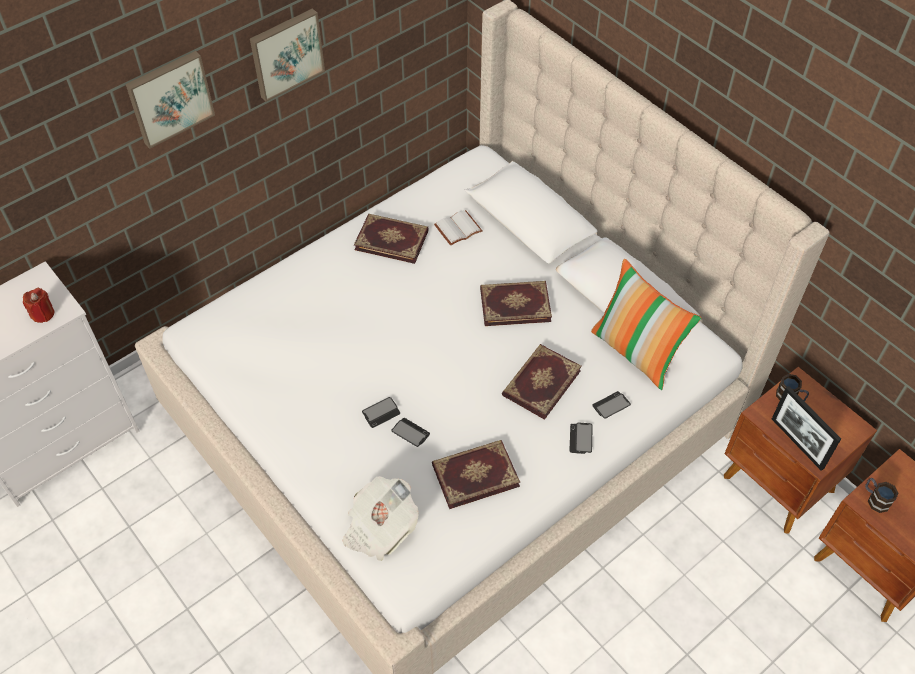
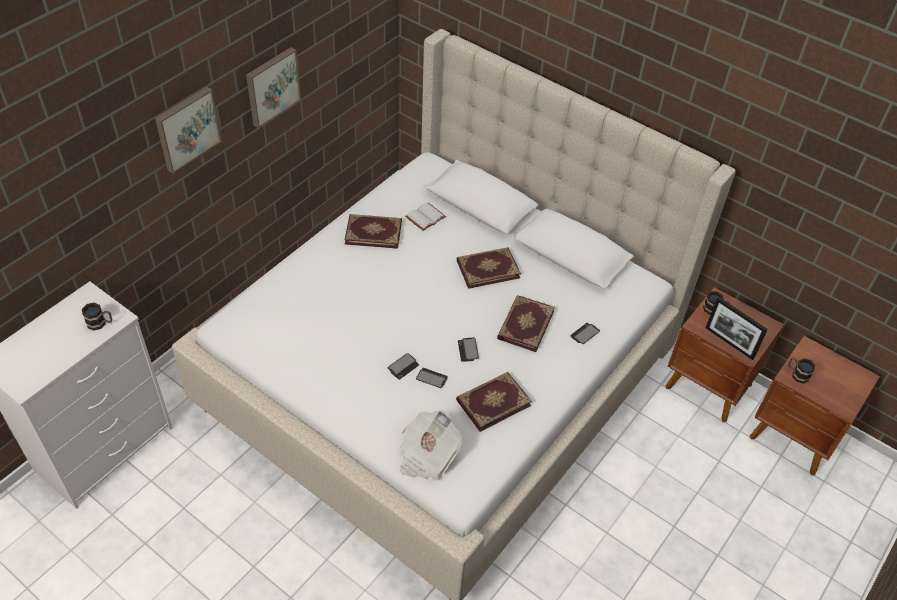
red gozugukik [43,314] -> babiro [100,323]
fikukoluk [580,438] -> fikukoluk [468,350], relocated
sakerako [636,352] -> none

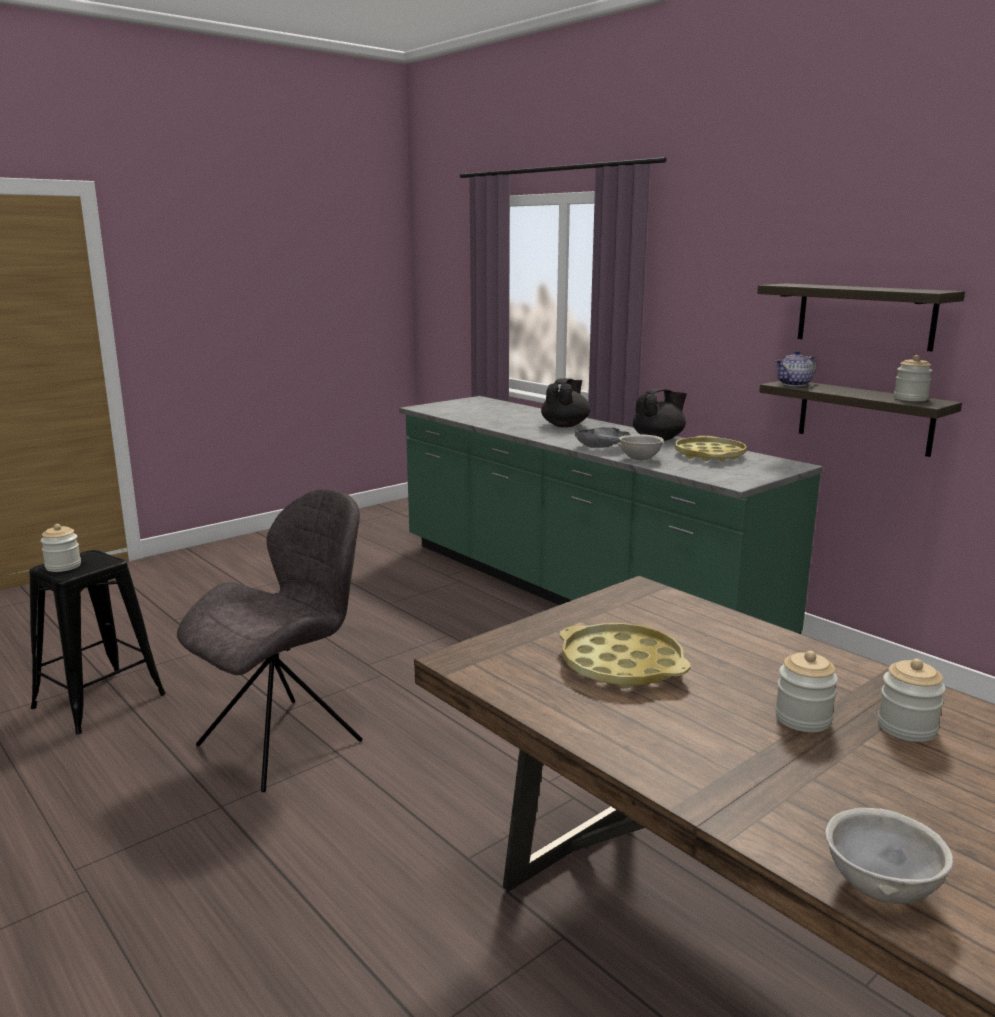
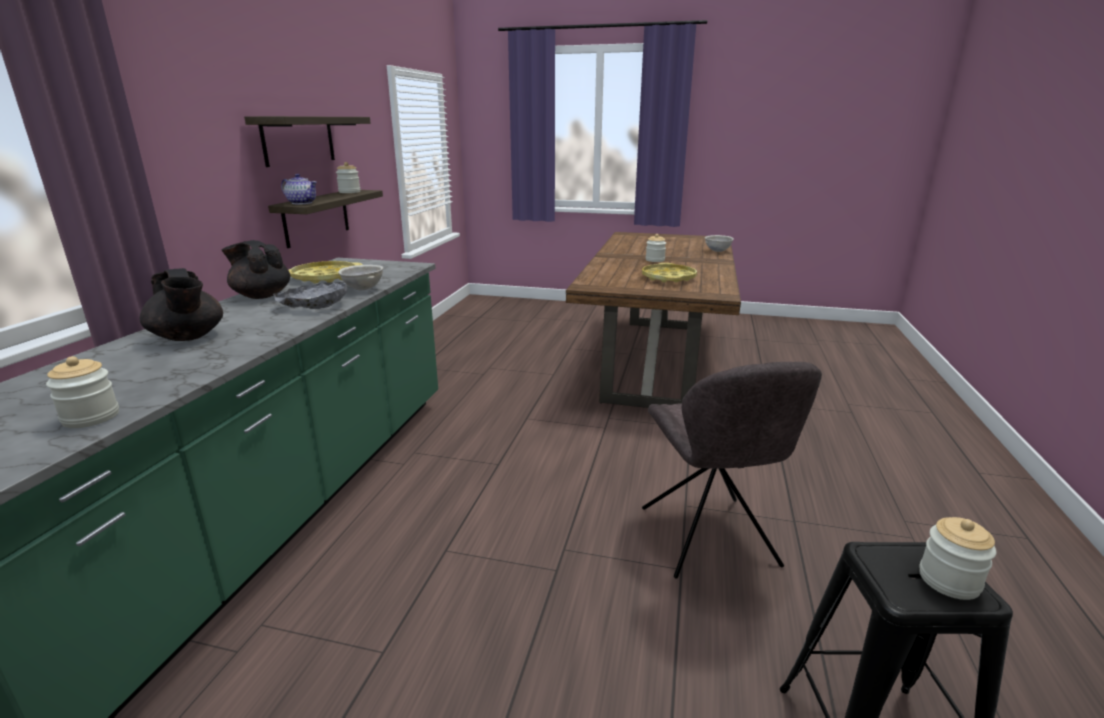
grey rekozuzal [285,741] -> grey rekozuzal [709,540], 105 degrees counterclockwise
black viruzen [565,425] -> black viruzen [188,337], 120 degrees counterclockwise
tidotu [906,728] -> tidotu [91,417], relocated

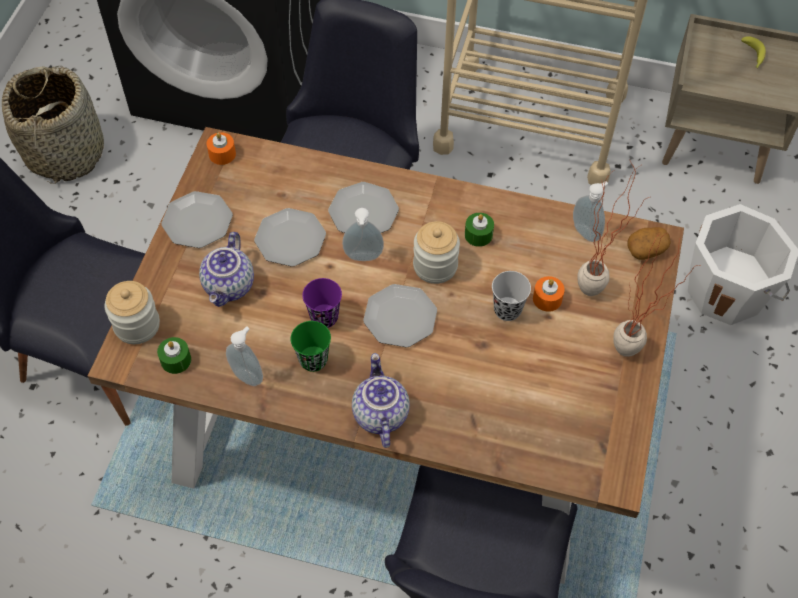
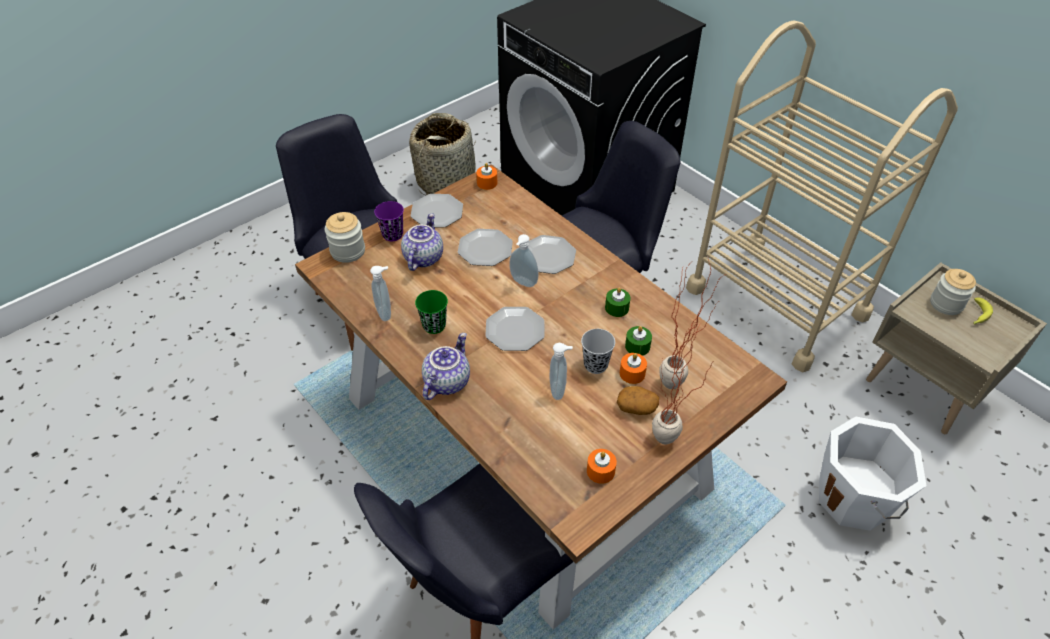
green gozugukik [176,360] -> green gozugukik [637,346], relocated
viruzen [230,286] -> viruzen [422,257], 150 degrees clockwise
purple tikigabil [324,317] -> purple tikigabil [392,235], relocated
tidotu [435,266] -> tidotu [946,304], relocated
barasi [586,231] -> barasi [559,390], relocated
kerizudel [646,249] -> kerizudel [637,407], relocated
none -> orange gozugukik [600,471]

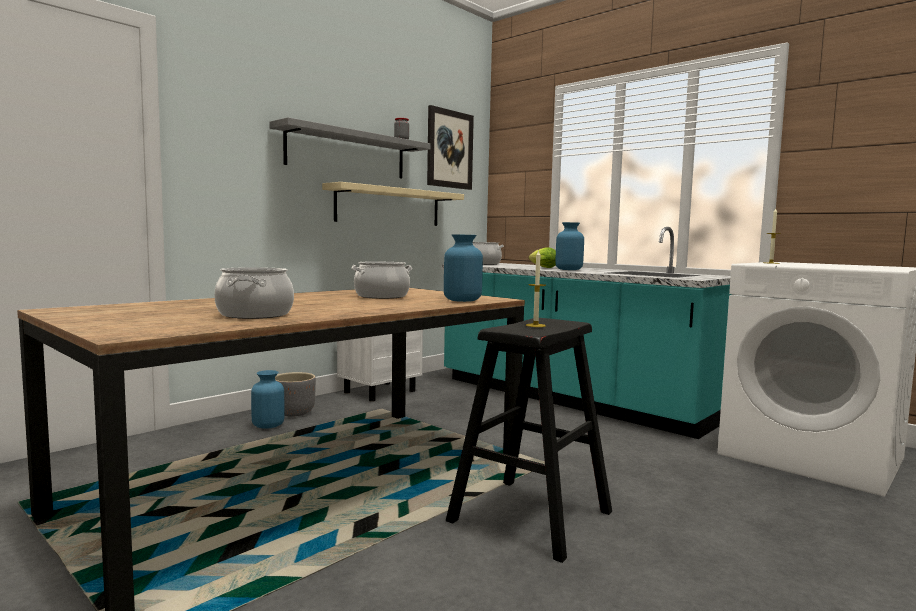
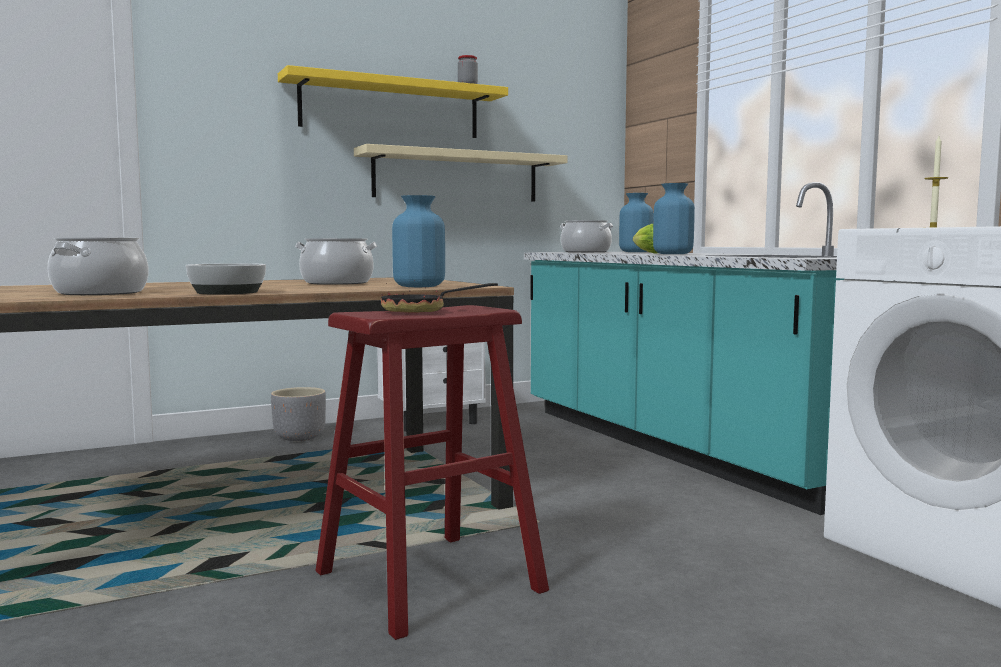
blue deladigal [268,425] -> blue deladigal [635,252], relocated
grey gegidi [347,153] -> yellow gegidi [391,108]
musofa [449,149] -> none
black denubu [530,516] -> red denubu [428,581]
gozugukik [535,325] -> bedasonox [423,311]
none -> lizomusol [226,292]

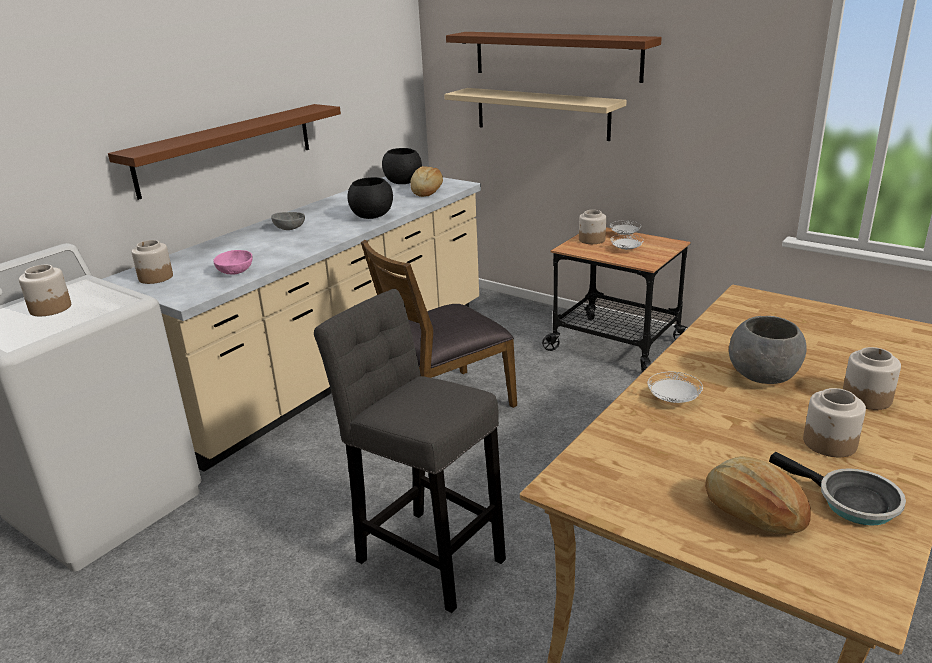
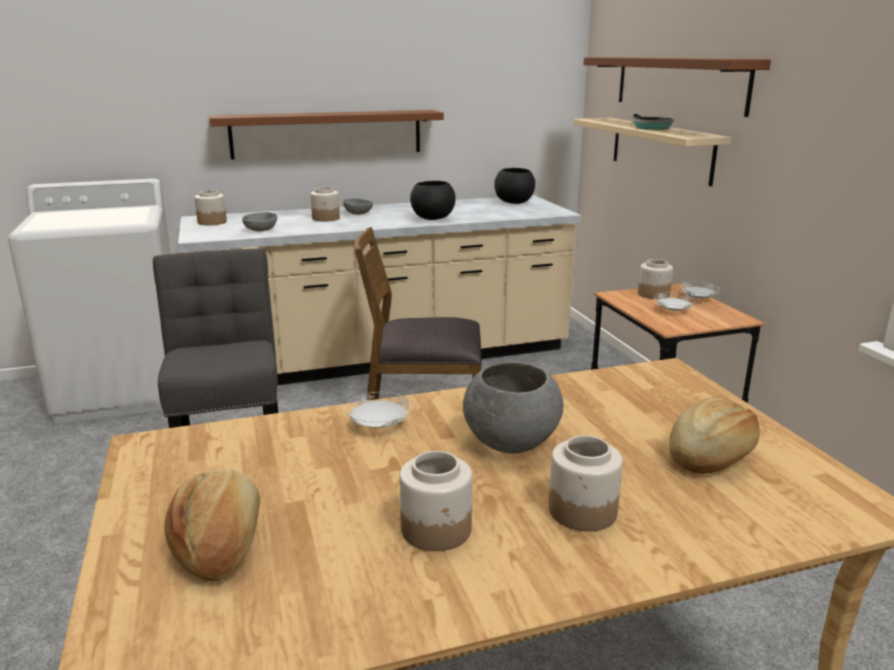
tidotu [51,308] -> tidotu [326,218], relocated
pink lizomusol [236,272] -> grey lizomusol [261,230]
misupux [426,192] -> misupux [710,455], relocated
bedasonox [851,502] -> bedasonox [650,127], relocated

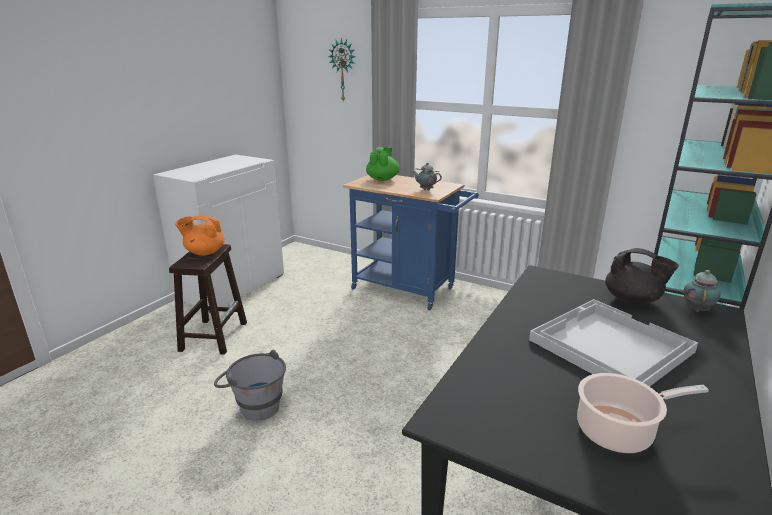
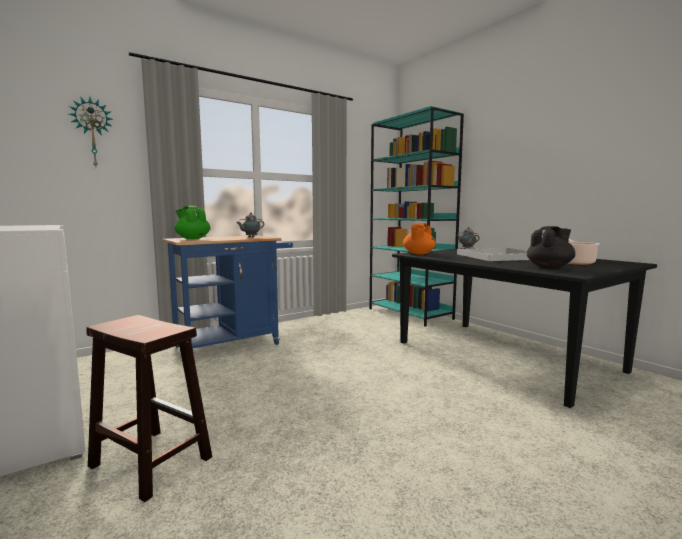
orange viruzen [204,252] -> orange viruzen [418,254], relocated
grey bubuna [254,405] -> none
black viruzen [632,300] -> black viruzen [549,267], relocated

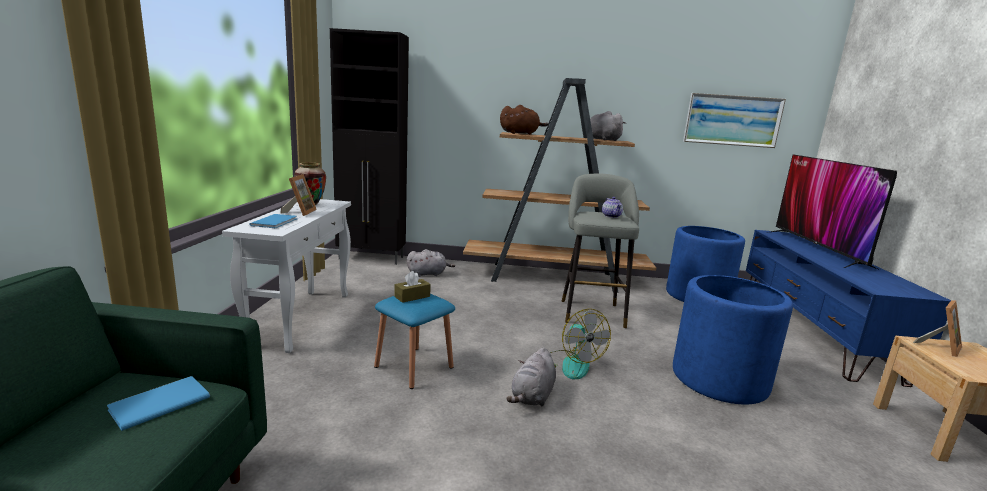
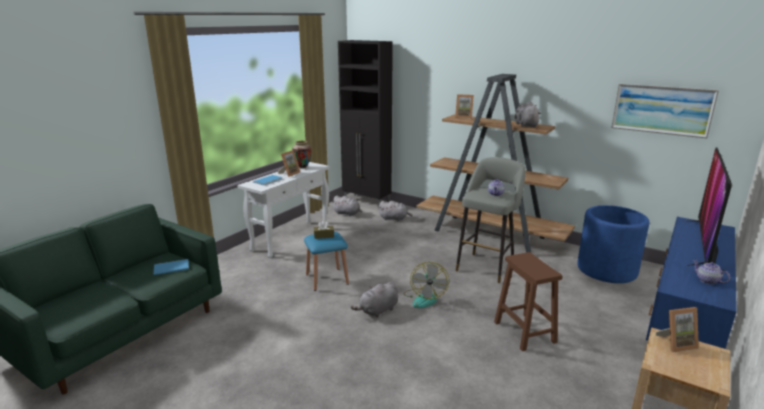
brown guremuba [520,133] -> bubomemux [463,117]
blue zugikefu [719,379] -> brown denubu [525,332]
none -> grey guremuba [347,214]
none -> viruzen [707,281]

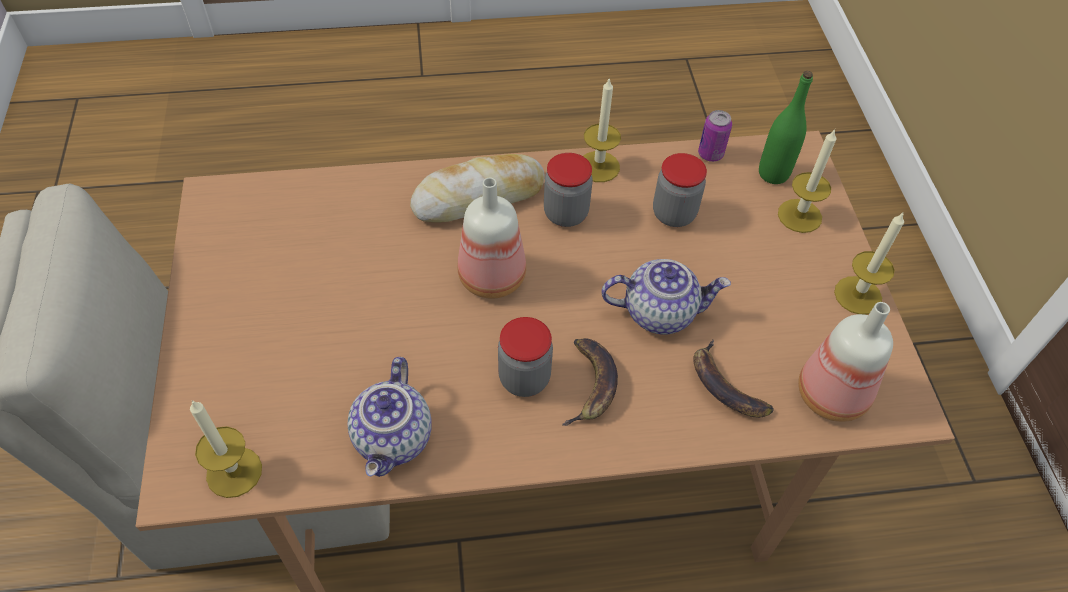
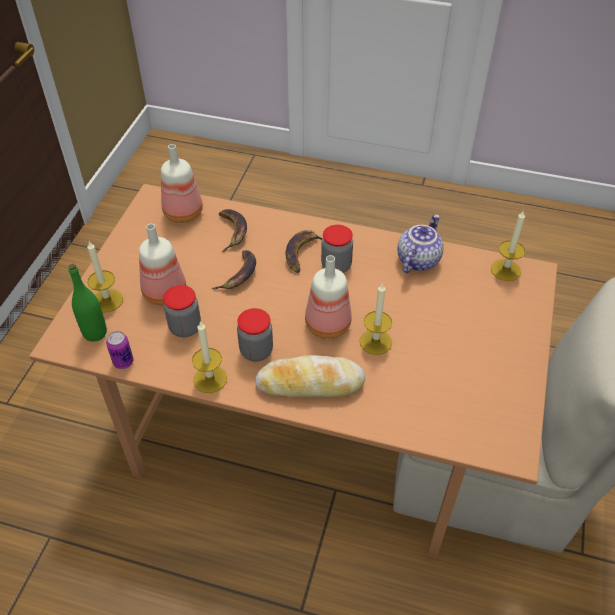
viruzen [660,311] -> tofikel [239,274]
gozugukik [858,295] -> gozugukik [375,342], relocated
none -> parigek [163,292]

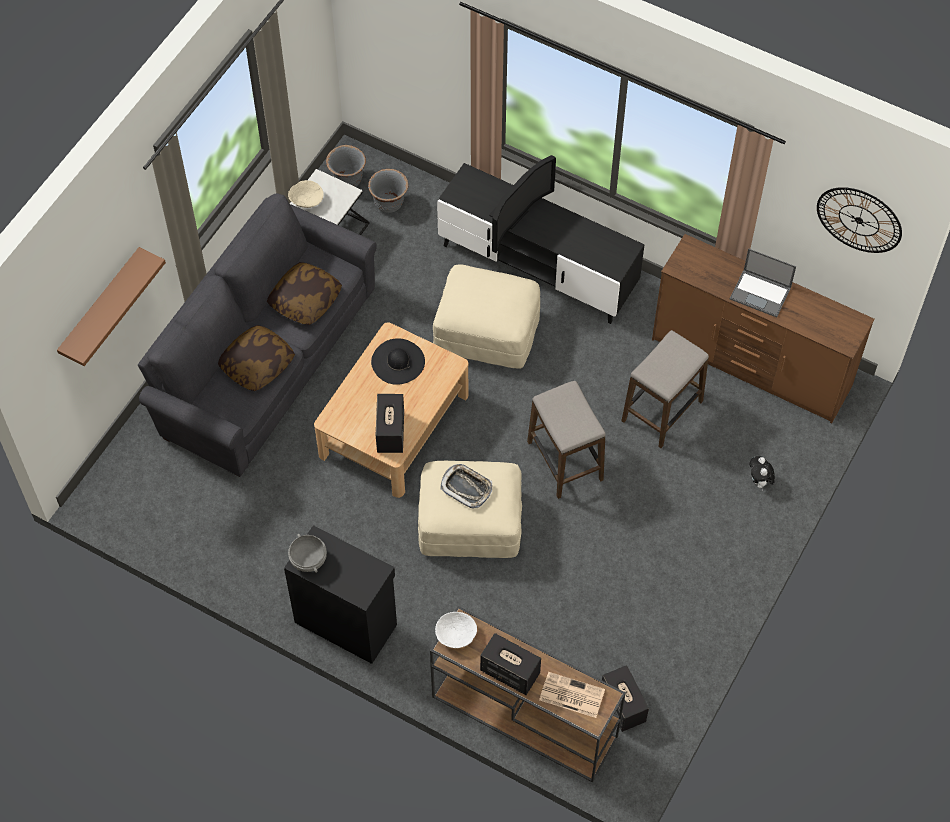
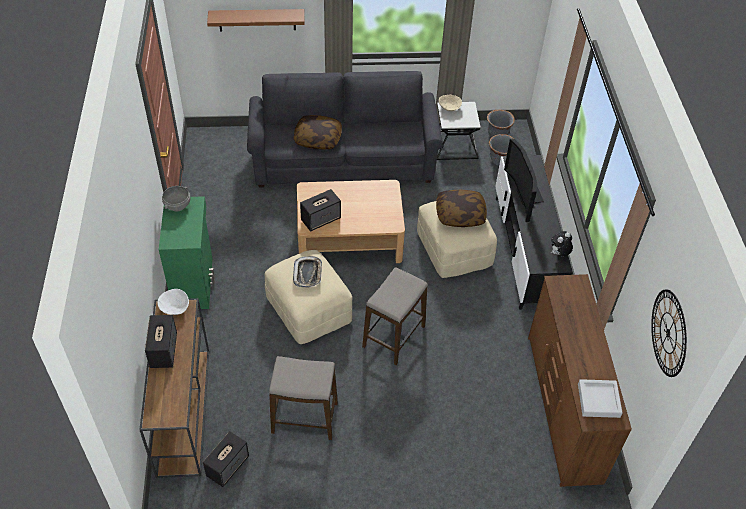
sakerako [305,300] -> sakerako [460,214], relocated
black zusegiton [346,622] -> green zusegiton [194,283]
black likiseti [398,361] -> none
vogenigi [512,216] -> vogenigi [525,195], 75 degrees clockwise
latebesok [571,695] -> none
denubu [662,411] -> denubu [305,418], relocated
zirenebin [761,293] -> none
guremuba [759,482] -> guremuba [559,254], relocated
none -> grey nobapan [598,400]

